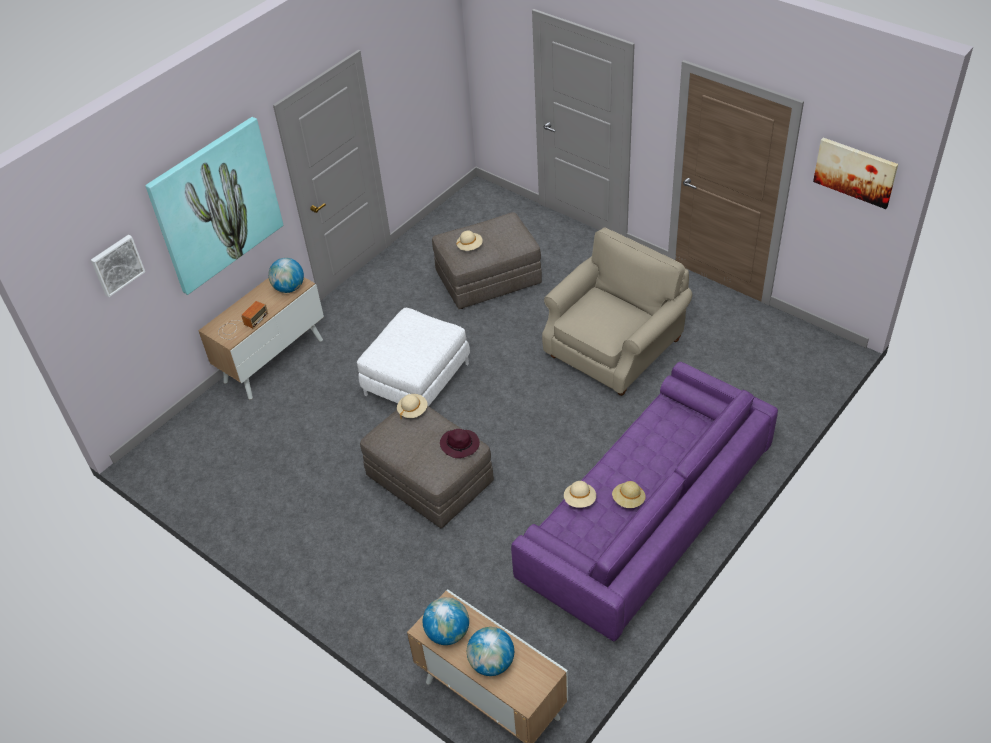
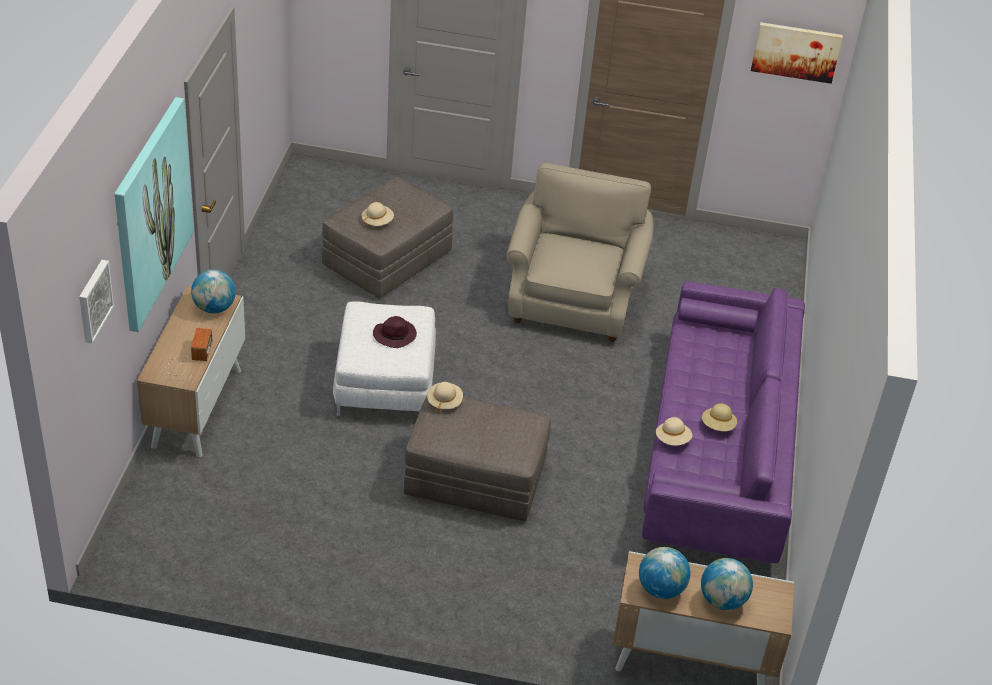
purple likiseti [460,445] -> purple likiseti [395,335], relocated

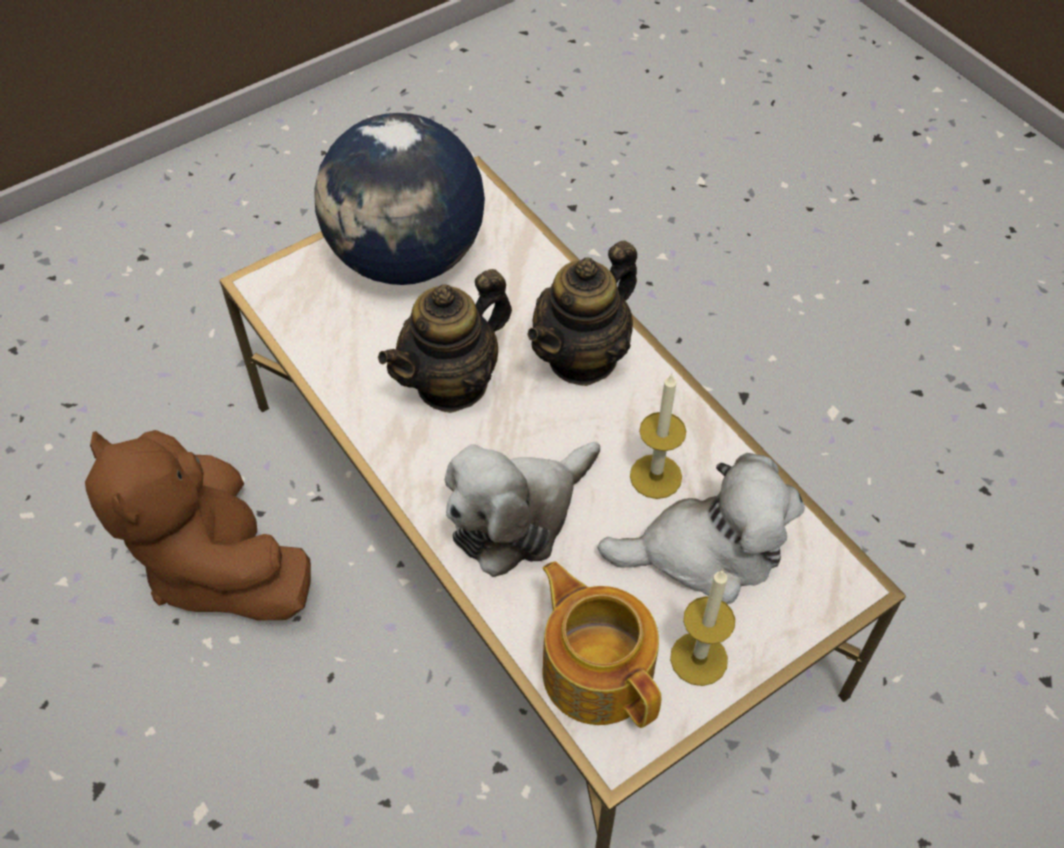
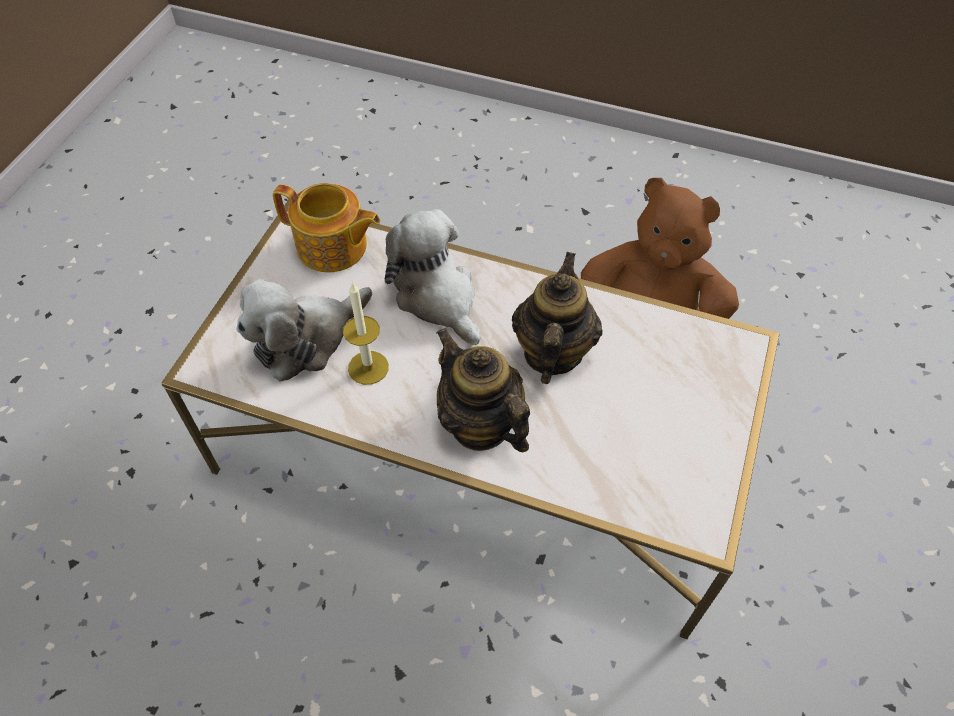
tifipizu [407,258] -> none
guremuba [518,516] -> guremuba [437,297], 45 degrees counterclockwise
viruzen [582,357] -> viruzen [480,424], 45 degrees counterclockwise
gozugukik [698,658] -> none

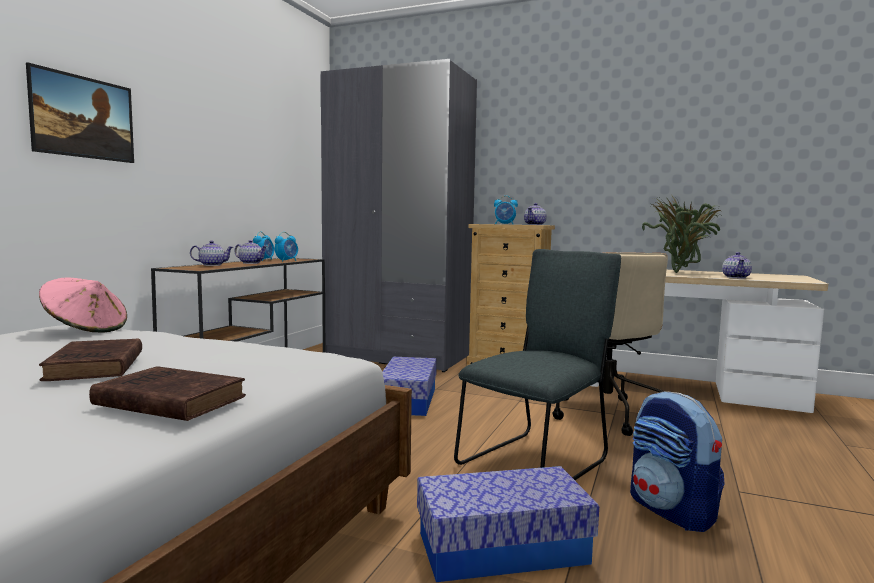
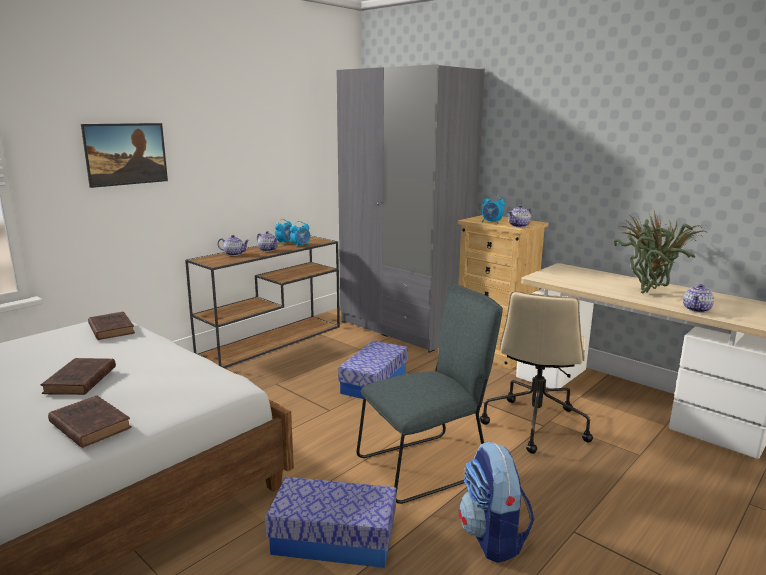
pink likiseti [86,329] -> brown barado [111,328]

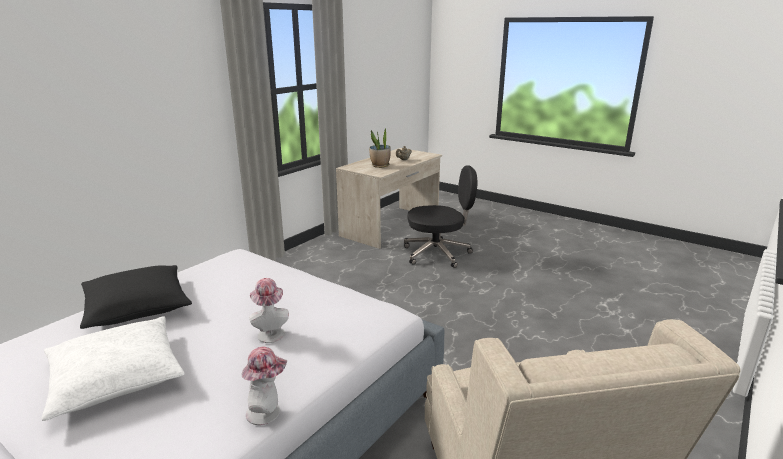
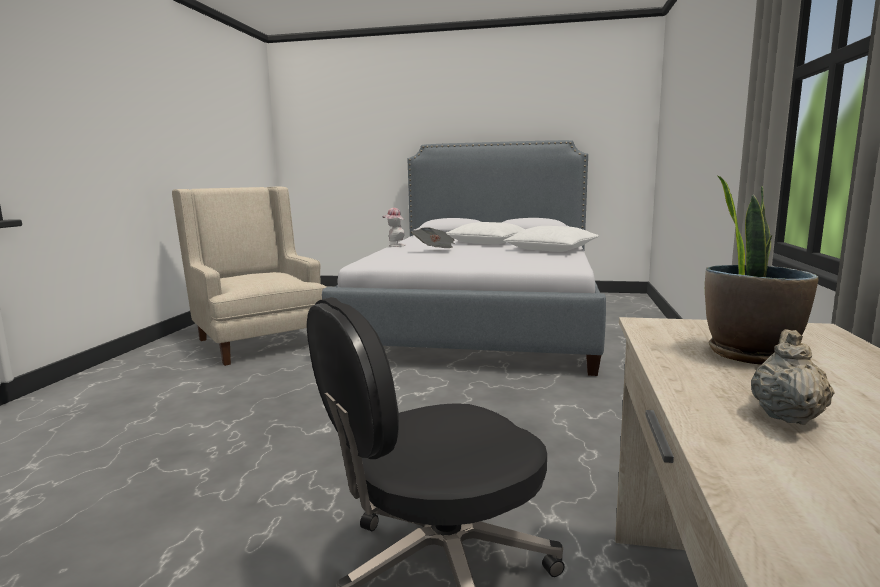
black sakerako [137,306] -> white sakerako [551,249]
likiseti [270,333] -> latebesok [435,250]

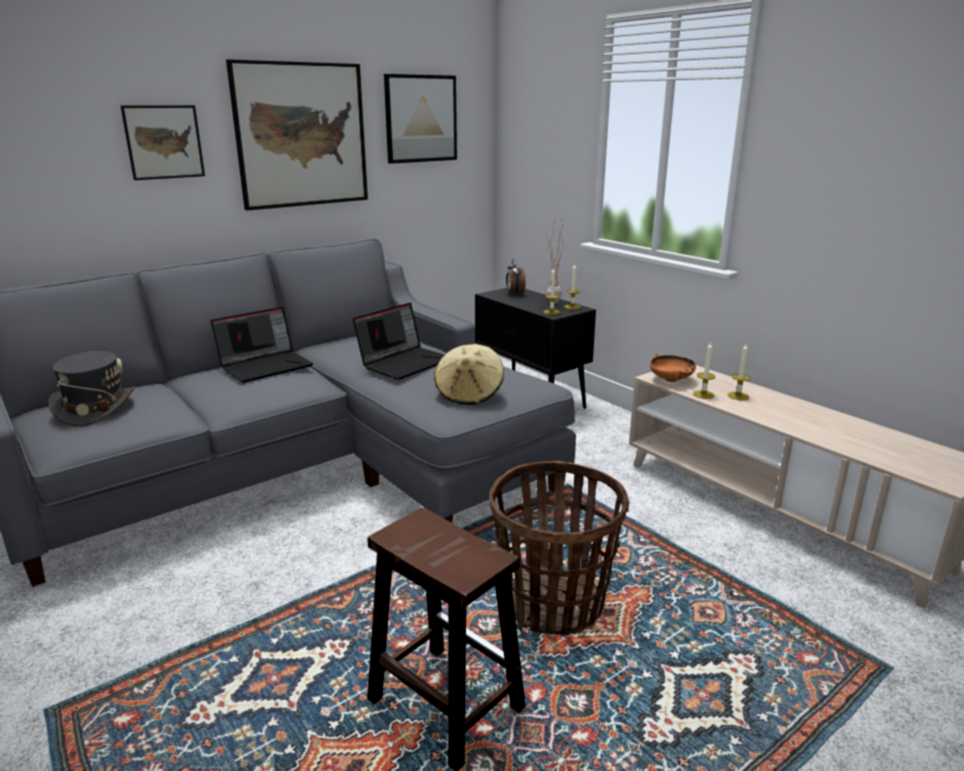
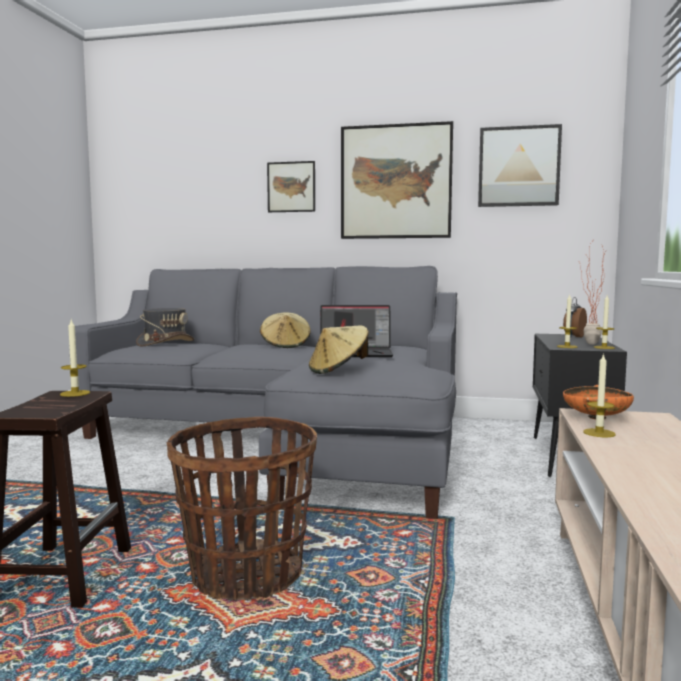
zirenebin [266,366] -> beige likiseti [285,345]
gozugukik [738,396] -> gozugukik [75,393], relocated

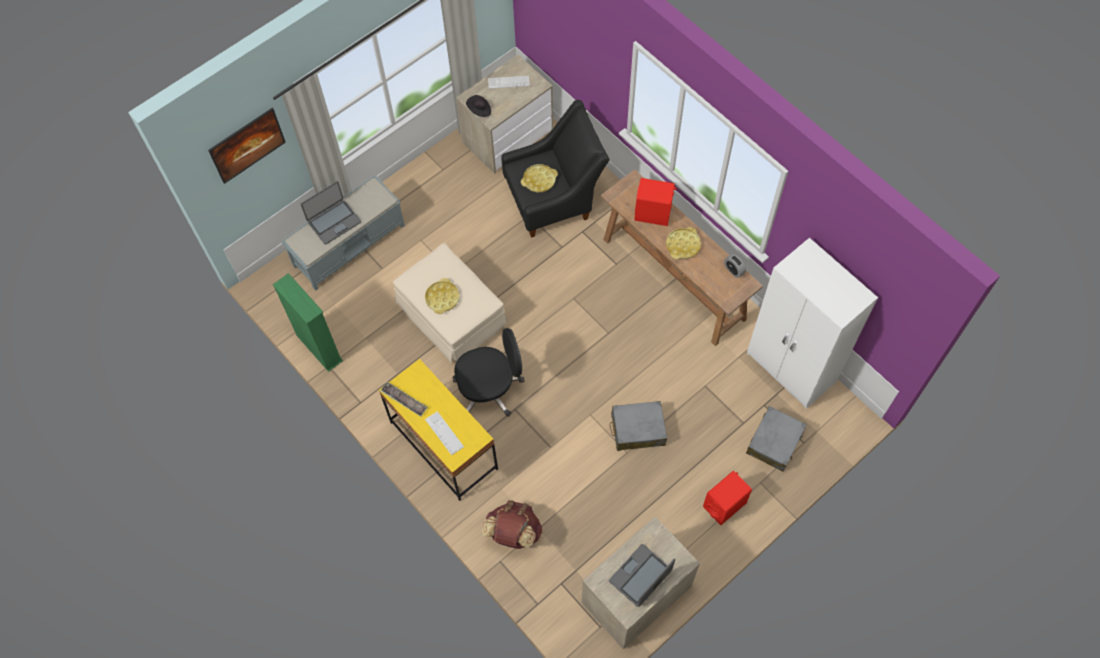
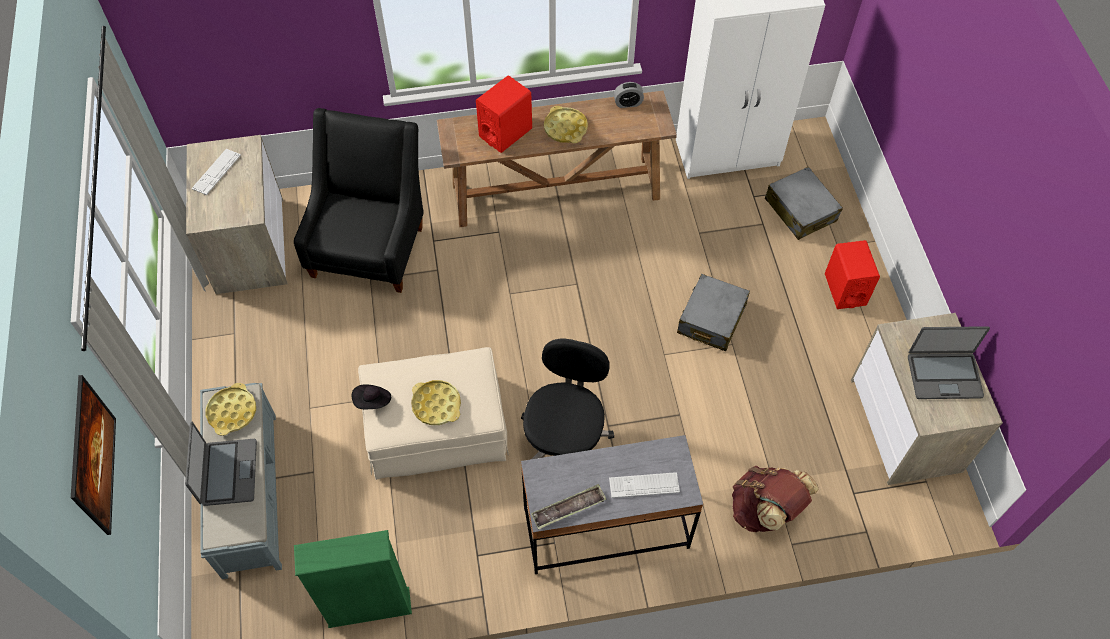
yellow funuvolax [443,445] -> grey funuvolax [605,528]
black likiseti [479,110] -> black likiseti [373,401], relocated
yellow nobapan [539,180] -> yellow nobapan [232,412], relocated
zirenebin [641,576] -> zirenebin [944,375], 75 degrees counterclockwise

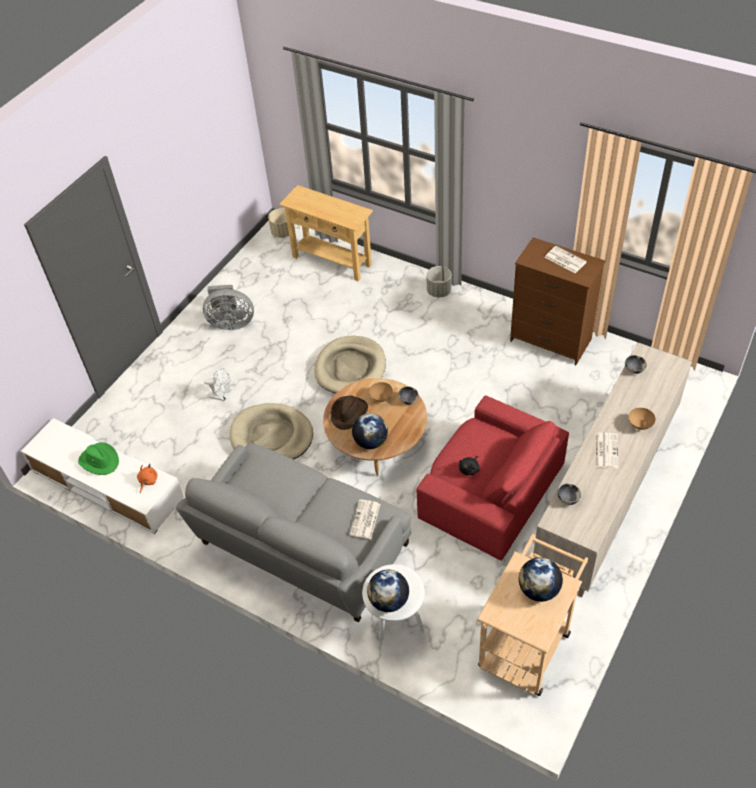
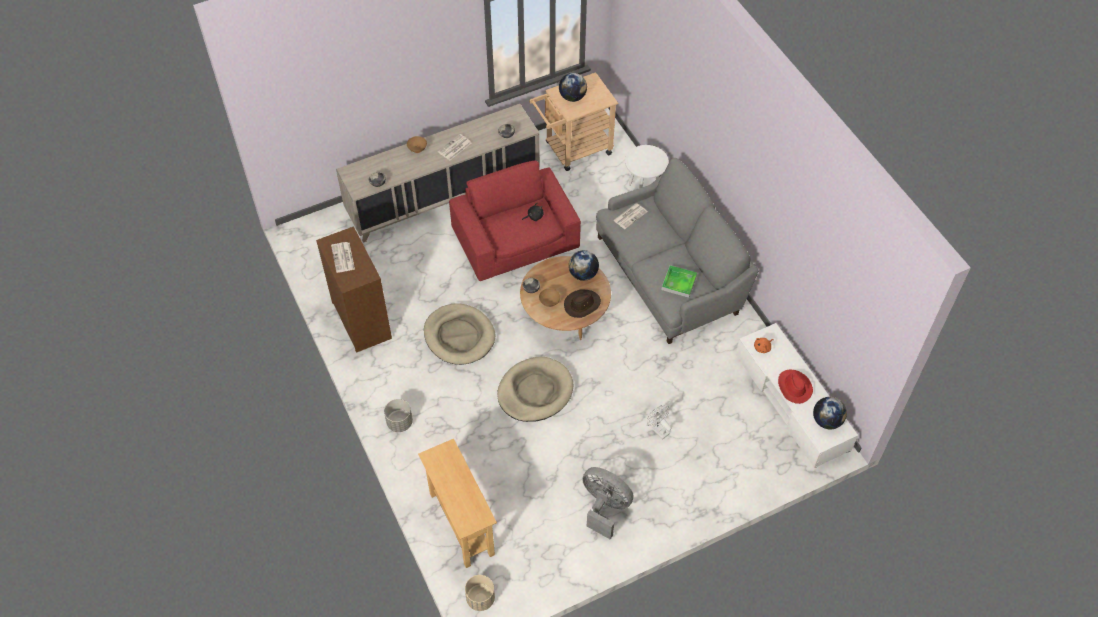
green likiseti [100,460] -> red likiseti [794,387]
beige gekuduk [271,437] -> beige gekuduk [459,336], relocated
tifipizu [389,601] -> tifipizu [826,421], relocated
none -> nobapan [679,283]

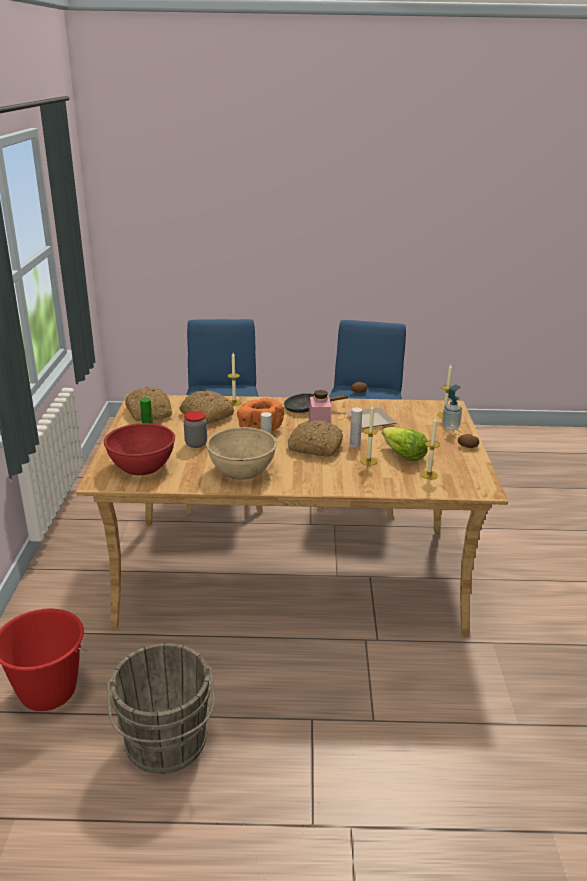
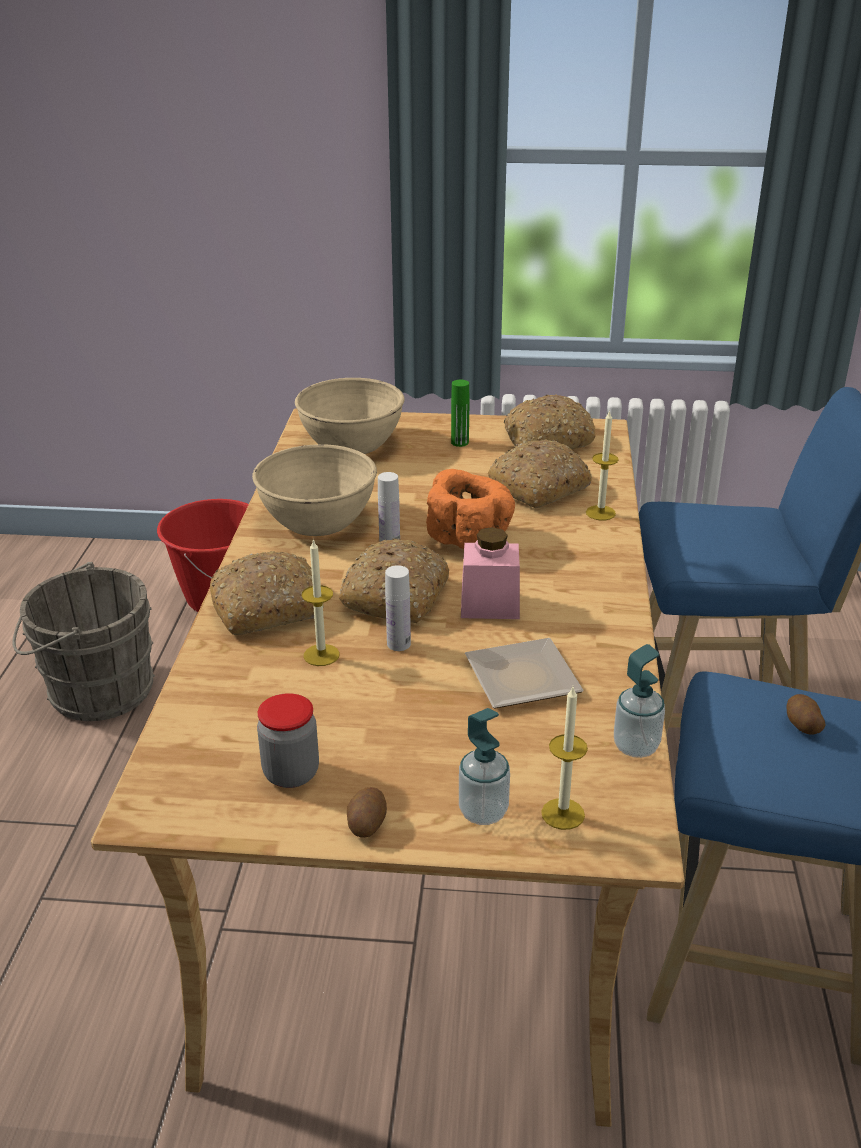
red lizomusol [142,466] -> beige lizomusol [352,443]
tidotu [196,444] -> tidotu [291,773], relocated
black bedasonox [306,408] -> none
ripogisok [402,455] -> none
gozugukik [428,475] -> none
none -> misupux [269,607]
none -> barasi [636,746]

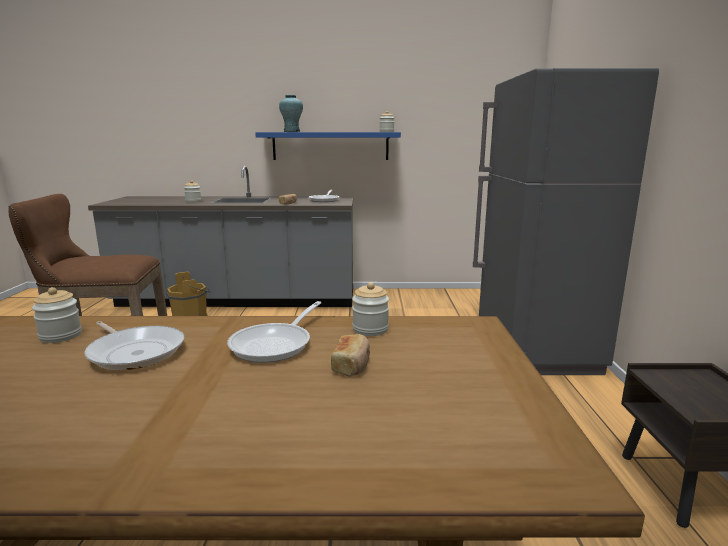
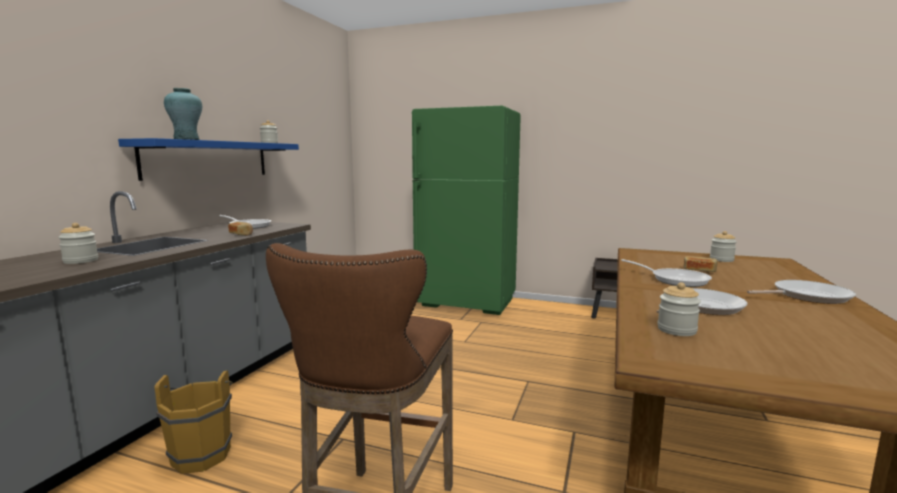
tidotu [370,329] -> tidotu [721,260], relocated
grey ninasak [535,350] -> green ninasak [466,304]
none -> bedasonox [807,296]

